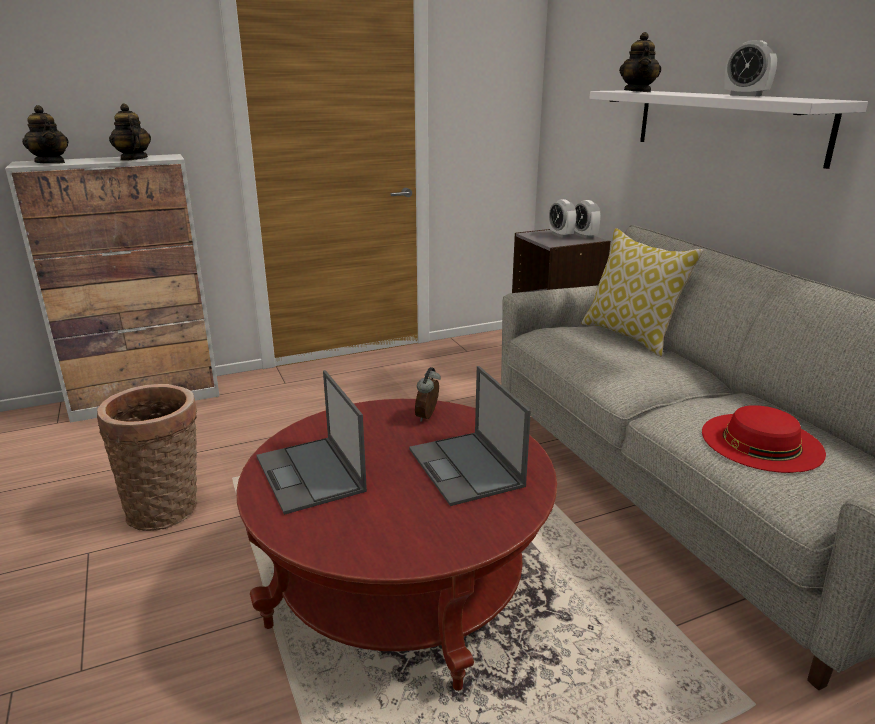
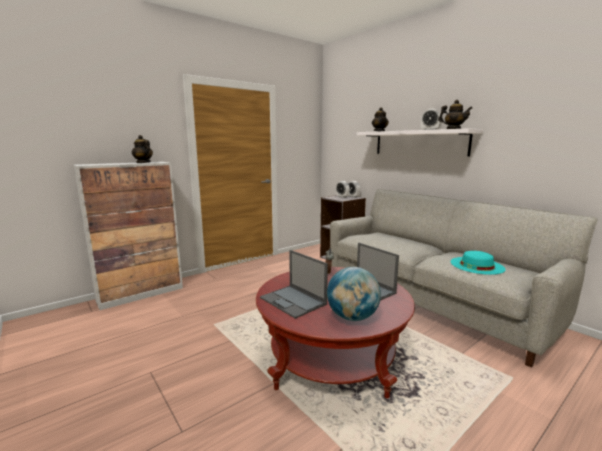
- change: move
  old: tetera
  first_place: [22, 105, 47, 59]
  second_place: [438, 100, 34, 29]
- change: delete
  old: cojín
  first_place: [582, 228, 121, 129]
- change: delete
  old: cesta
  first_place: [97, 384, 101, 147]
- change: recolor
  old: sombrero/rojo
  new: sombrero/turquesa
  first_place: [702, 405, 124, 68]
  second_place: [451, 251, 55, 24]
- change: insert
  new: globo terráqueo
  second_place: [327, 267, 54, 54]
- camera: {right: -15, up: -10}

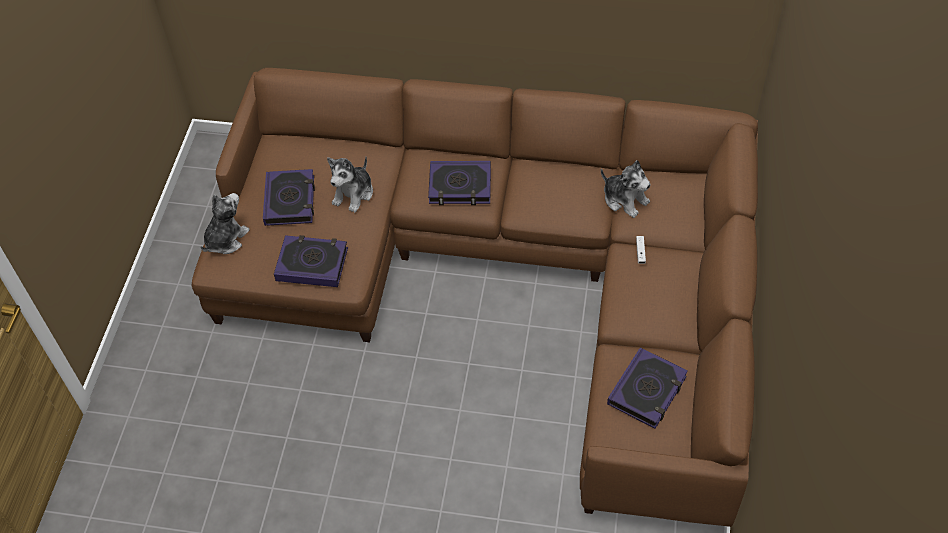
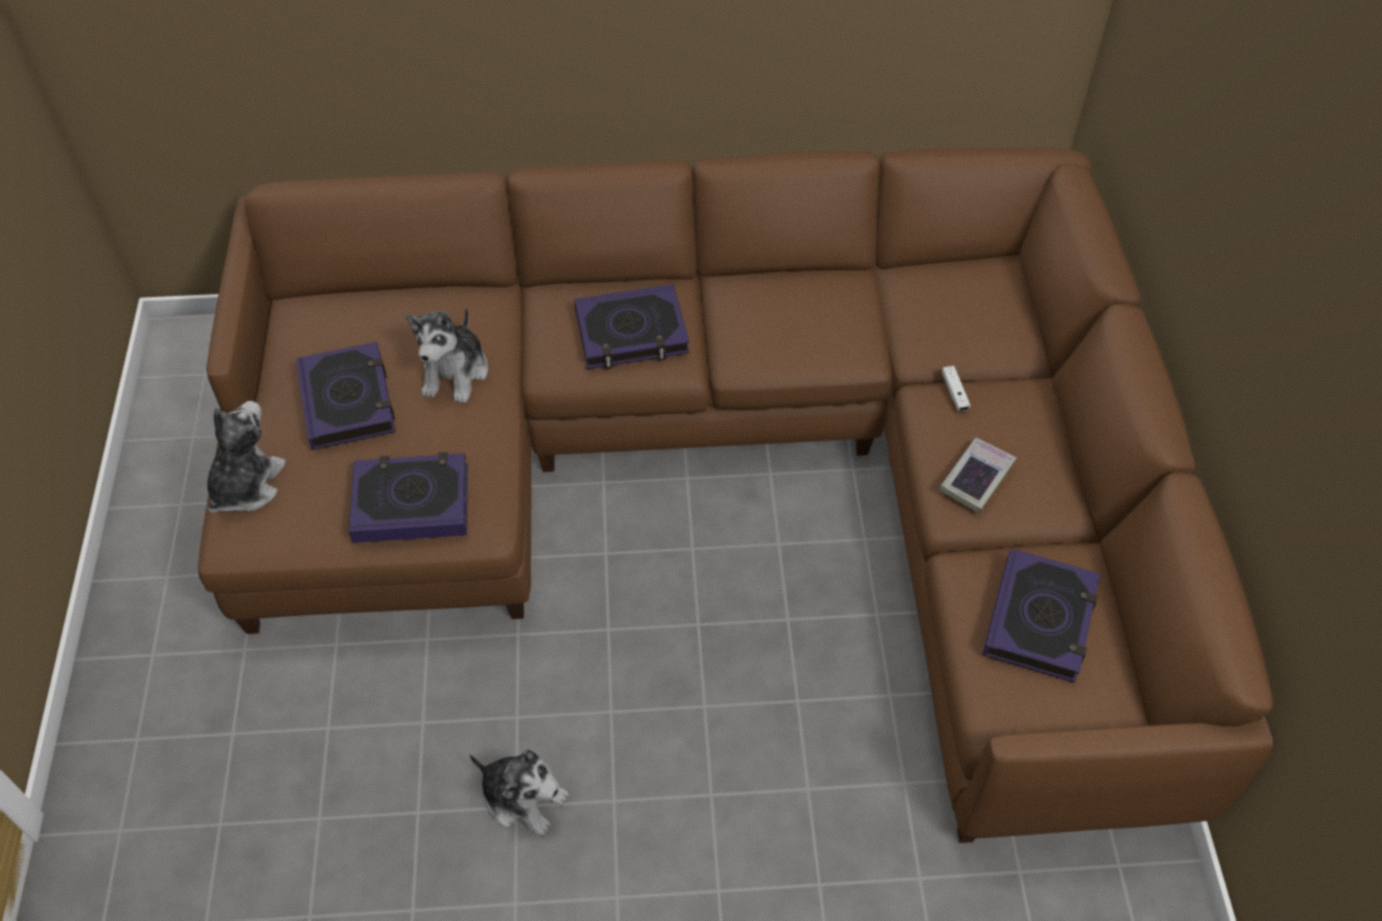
- change: move
  old: peluche
  first_place: [601, 160, 50, 58]
  second_place: [469, 749, 100, 87]
- change: insert
  new: libro
  second_place: [939, 438, 77, 76]
- camera: {right: -15, up: 0}

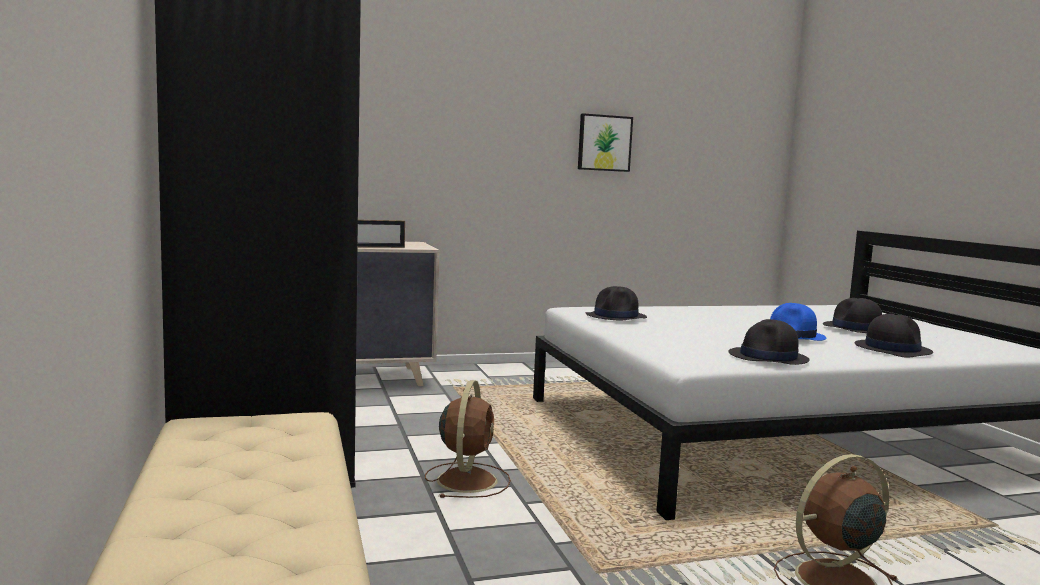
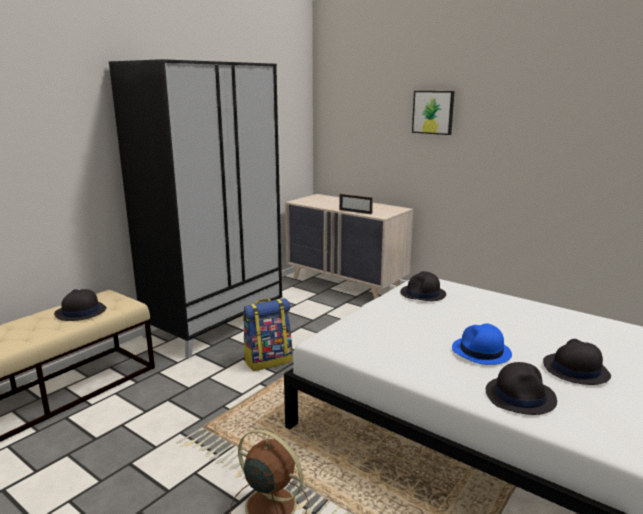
- change: move
  old: cuadro
  first_place: [578, 113, 55, 59]
  second_place: [412, 91, 43, 44]
- change: move
  old: sombrero/negro
  first_place: [728, 319, 82, 46]
  second_place: [54, 289, 53, 32]
- change: replace
  old: ventilador/marrón
  new: mochila
  first_place: [425, 380, 86, 118]
  second_place: [243, 298, 49, 73]
- camera: {right: 55, up: 10}

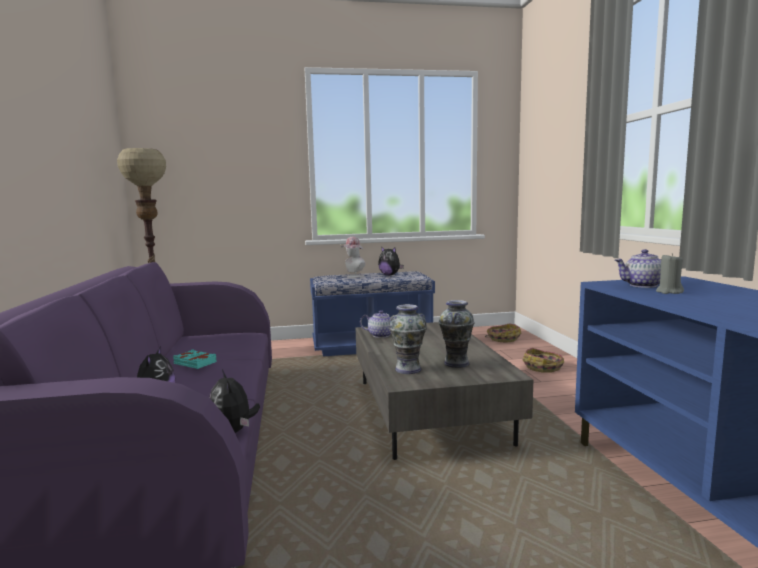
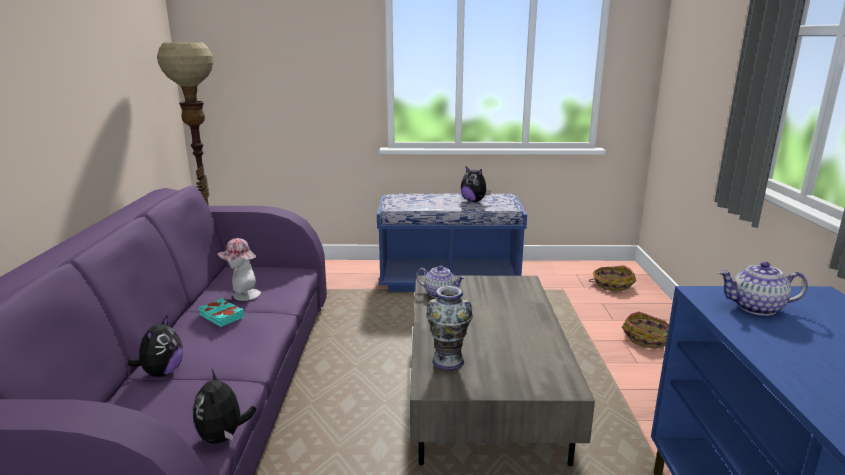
- change: move
  old: sombrero
  first_place: [341, 237, 24, 41]
  second_place: [218, 238, 43, 63]
- change: delete
  old: vela/gris
  first_place: [656, 253, 28, 41]
- change: delete
  old: florero
  first_place: [439, 300, 35, 68]
- camera: {right: 10, up: 10}

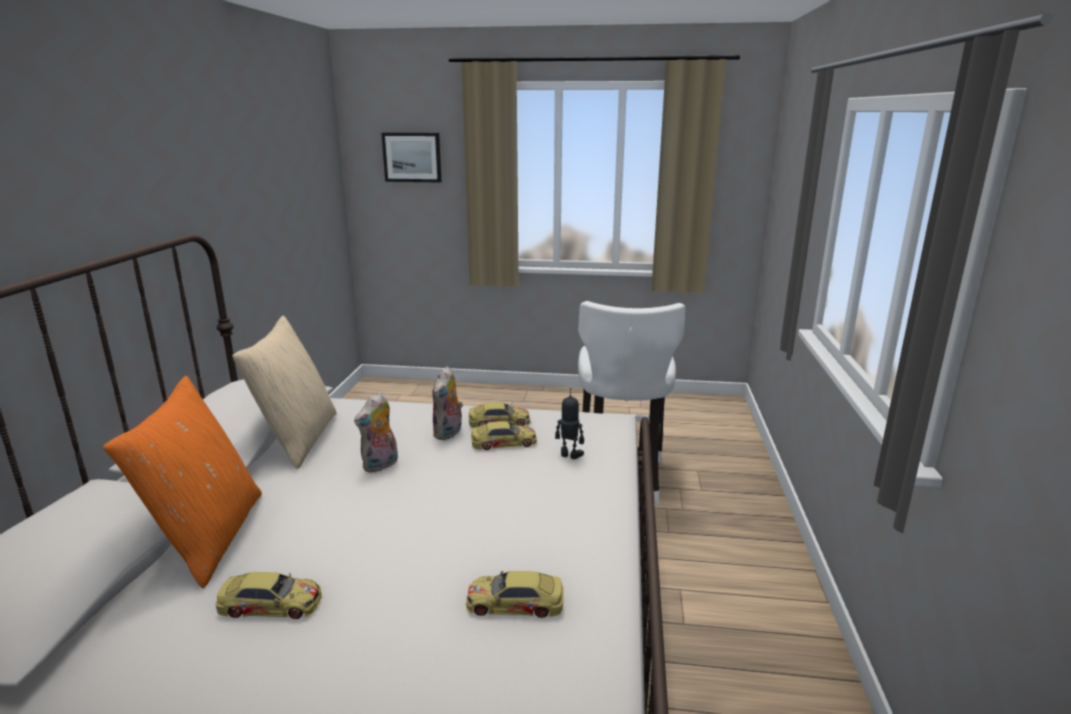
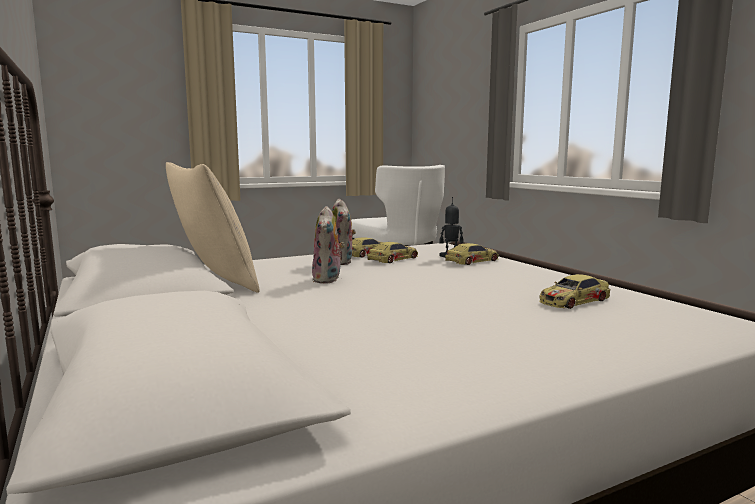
- change: delete
  old: cuadro
  first_place: [381, 133, 61, 49]
- change: delete
  old: cojín/naranja
  first_place: [103, 376, 159, 213]
- change: move
  old: coche de juguete
  first_place: [216, 572, 106, 47]
  second_place: [445, 243, 54, 22]
- camera: {right: -35, up: -10}

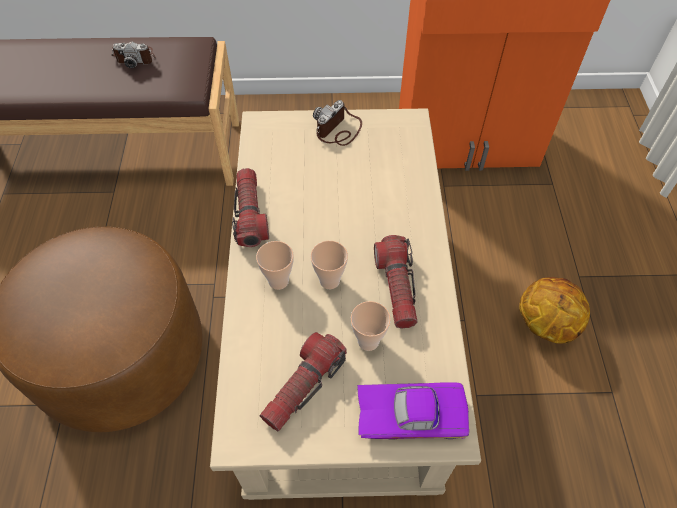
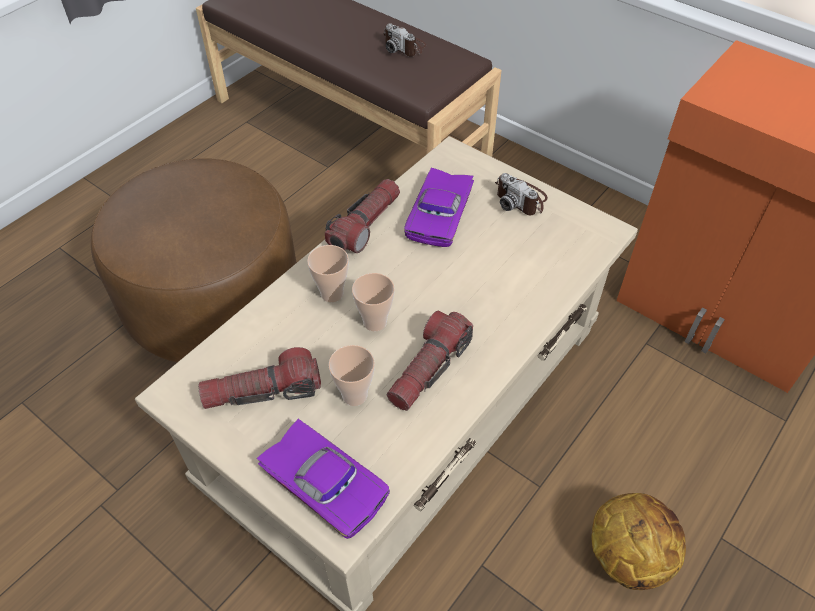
- change: rotate
  old: cámara
  first_place: [313, 100, 49, 46]
  second_place: [495, 173, 53, 42]
  degrees: -120
- change: insert
  new: coche de juguete/morado
  second_place: [404, 168, 70, 79]
- camera: {right: 40, up: -5}

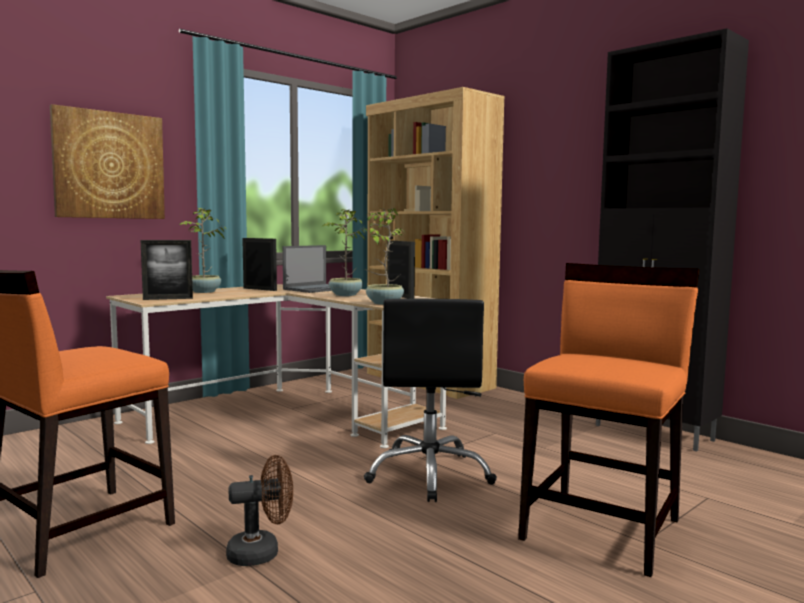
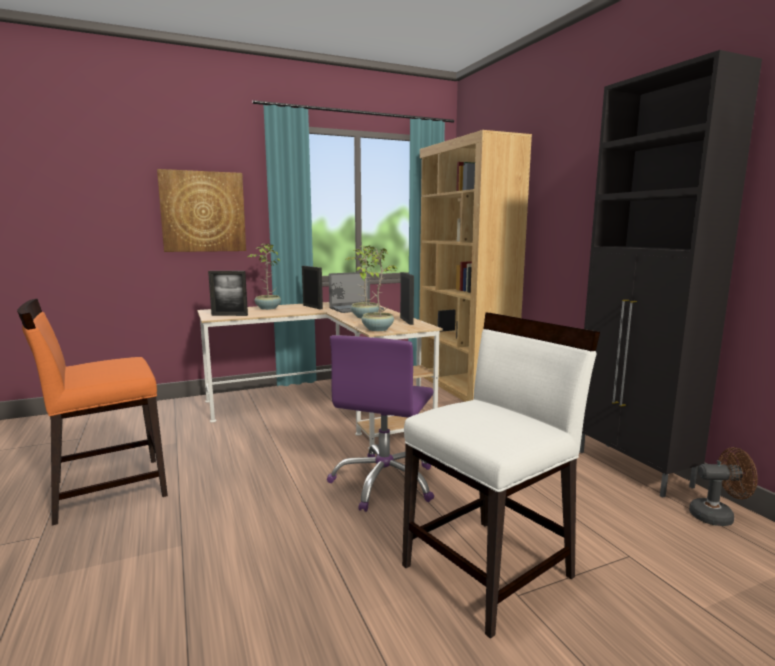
- change: recolor
  old: silla/naranja
  new: silla/blanco
  first_place: [518, 263, 181, 314]
  second_place: [402, 312, 198, 327]
- change: recolor
  old: silla de oficina/negro
  new: silla de oficina/morado
  first_place: [363, 299, 134, 203]
  second_place: [327, 335, 107, 177]
- change: move
  old: ventilador/marrón
  first_place: [226, 455, 67, 111]
  second_place: [689, 447, 69, 79]
- camera: {right: 20, up: 5}

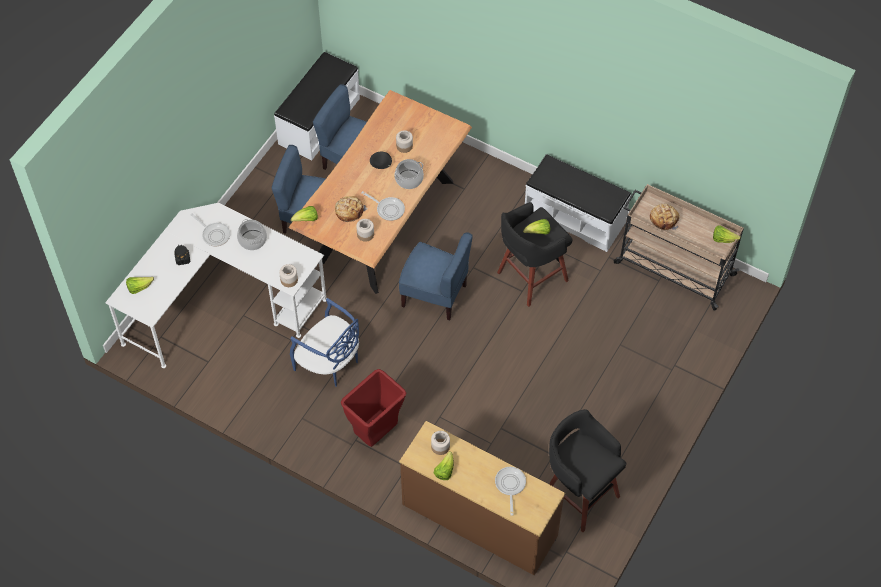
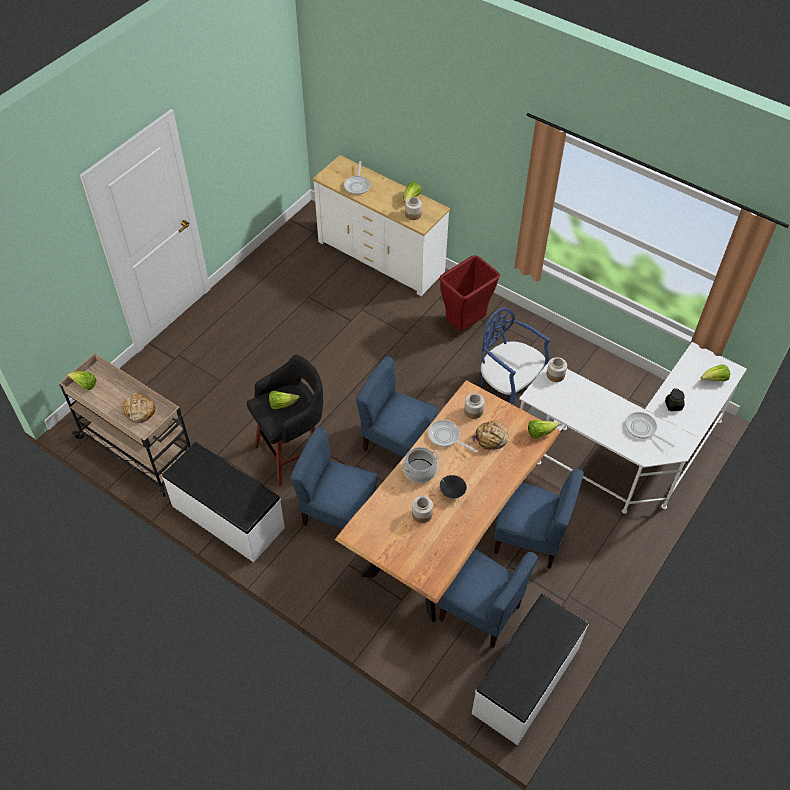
- change: delete
  old: olla
  first_place: [237, 219, 30, 31]
- change: delete
  old: taburete/negro
  first_place: [549, 409, 77, 123]
- change: recolor
  old: cómoda/marrón
  new: cómoda/blanco
  first_place: [399, 421, 166, 155]
  second_place: [313, 155, 137, 141]
- change: insert
  new: silla/azul
  second_place: [290, 427, 87, 102]
- camera: {right: -175, up: -5}

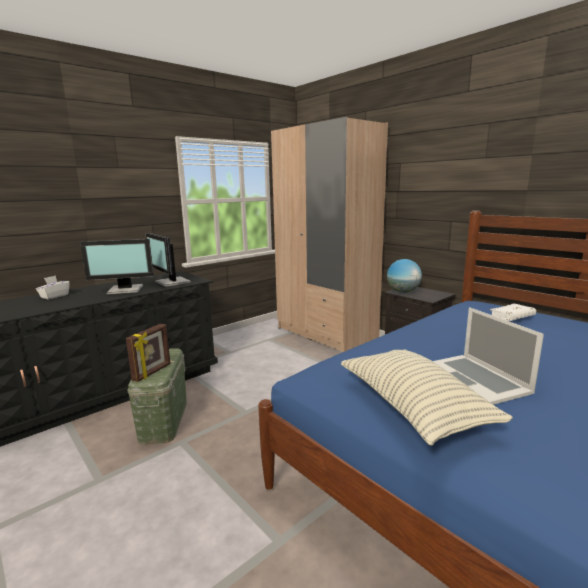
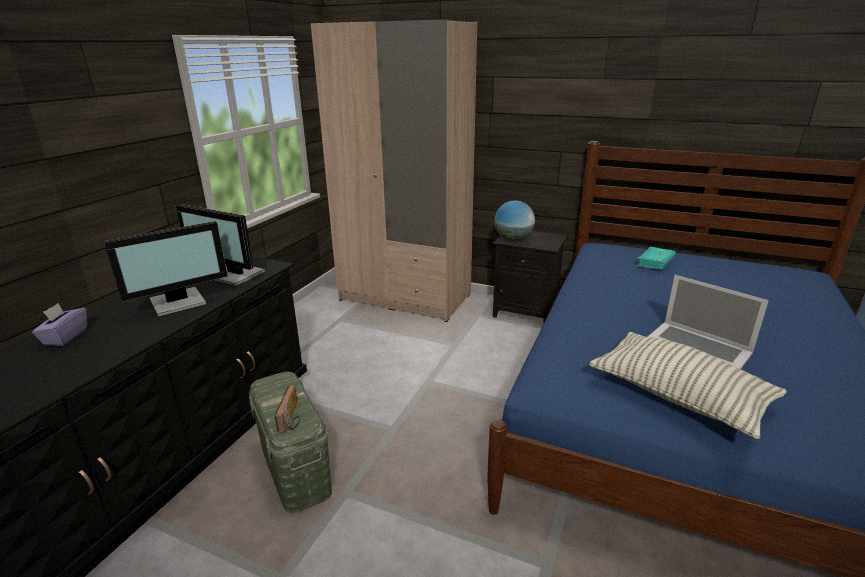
- change: recolor
  old: caja de pañuelos/blanco
  new: caja de pañuelos/morado
  first_place: [36, 275, 34, 24]
  second_place: [32, 303, 55, 43]
- change: recolor
  old: libro/blanco
  new: libro/turquesa
  first_place: [489, 304, 47, 17]
  second_place: [636, 247, 40, 22]
- change: replace
  old: portarretratos
  new: radio
  first_place: [126, 324, 45, 58]
  second_place: [275, 385, 25, 47]
- camera: {right: -25, up: 10}

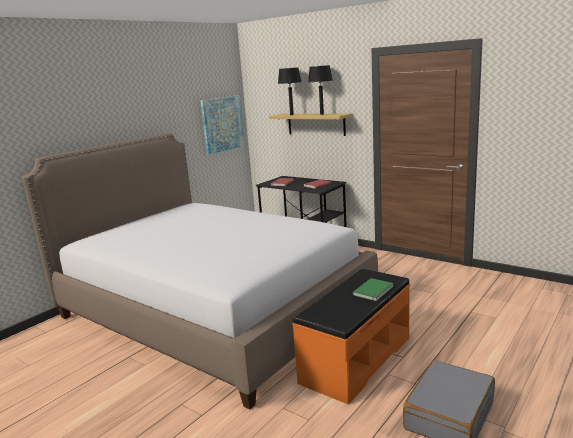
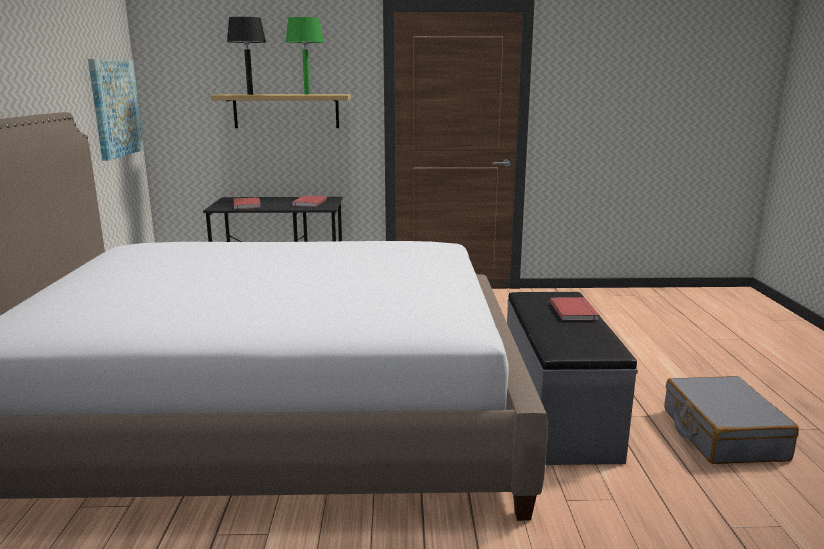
- change: recolor
  old: lámpara de mesa/negro
  new: lámpara de mesa/verde
  first_place: [308, 65, 25, 50]
  second_place: [286, 17, 38, 78]
- change: recolor
  old: banco/naranja
  new: banco/gris
  first_place: [293, 269, 117, 136]
  second_place: [507, 292, 131, 173]
- change: recolor
  old: libro/verde
  new: libro/rojo
  first_place: [353, 278, 41, 23]
  second_place: [550, 297, 50, 24]
- camera: {right: -40, up: 0}

